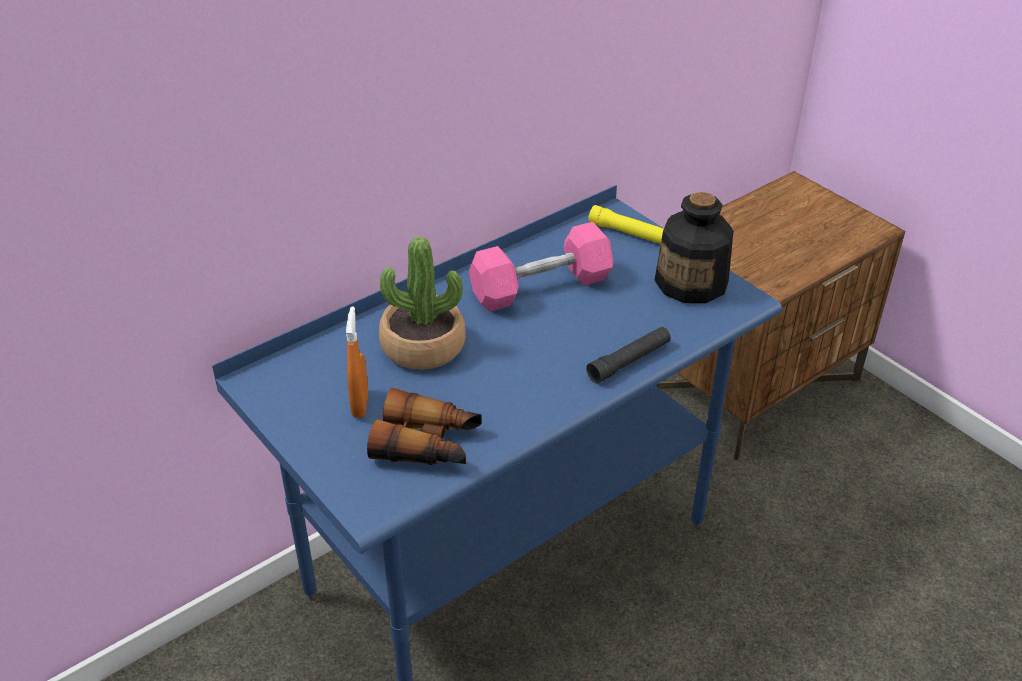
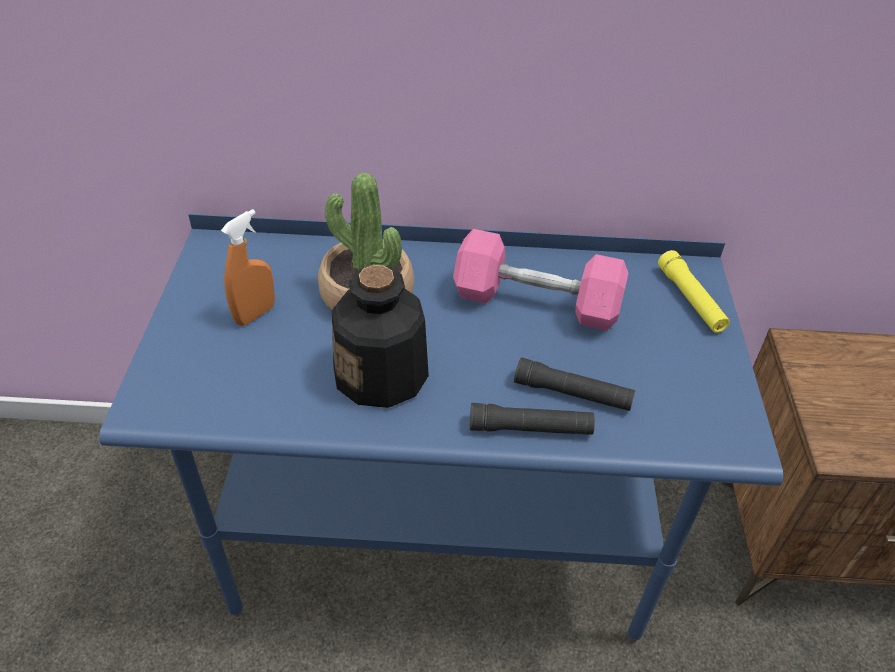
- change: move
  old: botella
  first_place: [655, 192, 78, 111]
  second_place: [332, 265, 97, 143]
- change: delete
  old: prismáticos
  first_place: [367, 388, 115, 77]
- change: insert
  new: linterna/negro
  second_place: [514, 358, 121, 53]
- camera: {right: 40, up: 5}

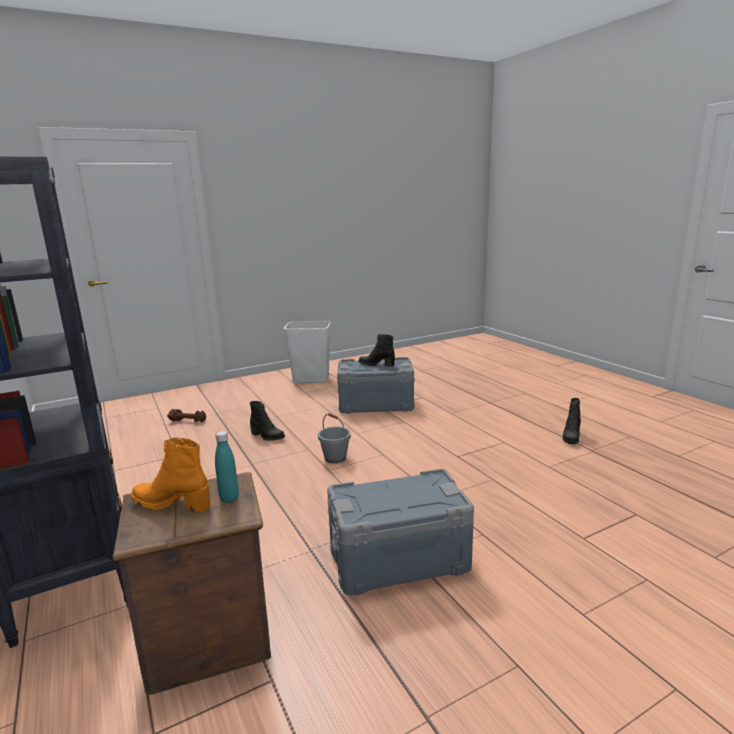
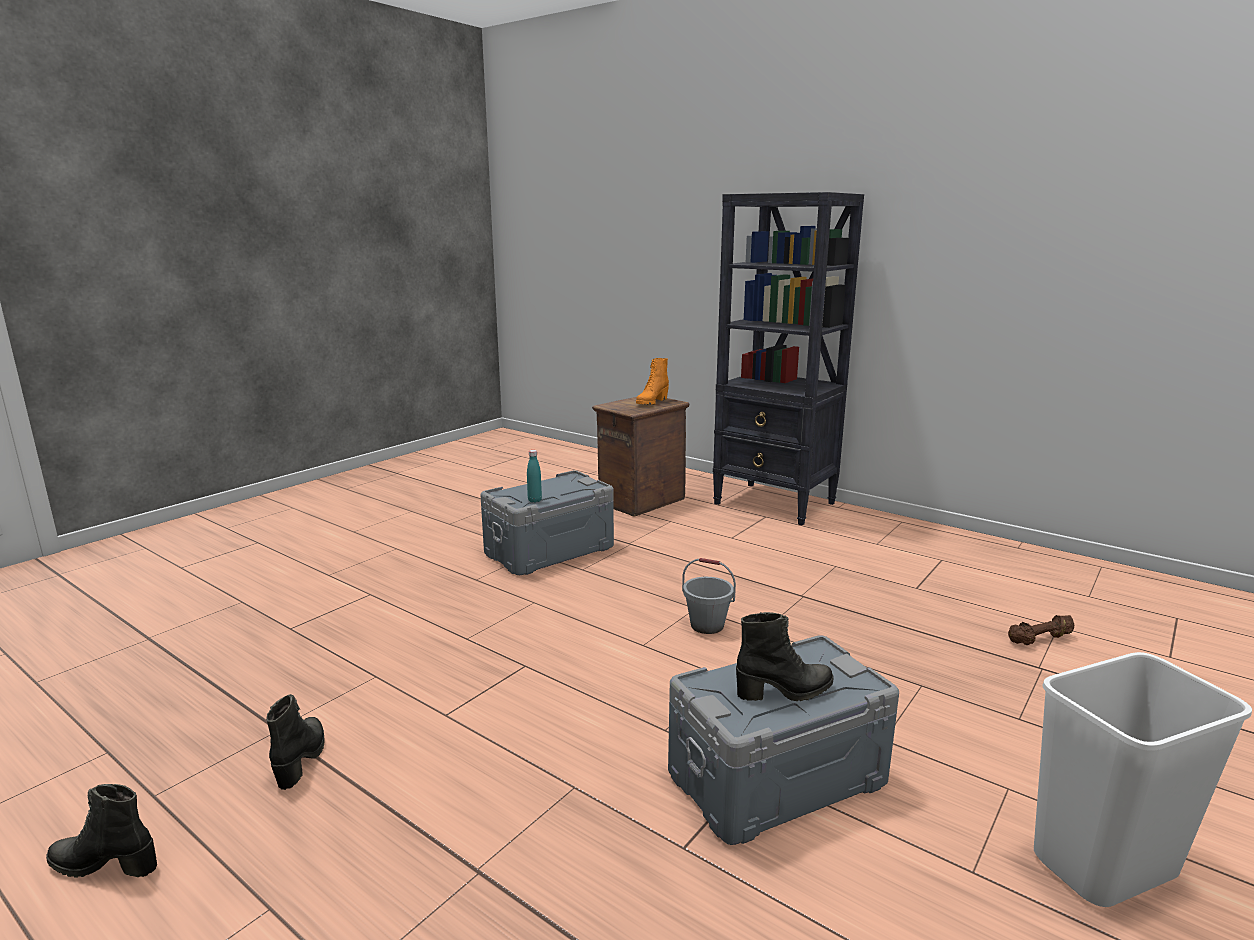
- change: move
  old: bota/negro
  first_place: [250, 401, 35, 40]
  second_place: [46, 784, 111, 94]
- change: move
  old: botella/turquesa
  first_place: [215, 431, 24, 72]
  second_place: [527, 450, 15, 53]
- change: rotate
  old: bota/naranja
  first_place: [131, 438, 80, 74]
  second_place: [636, 358, 33, 47]
  degrees: 135
- camera: {right: 155, up: 0}

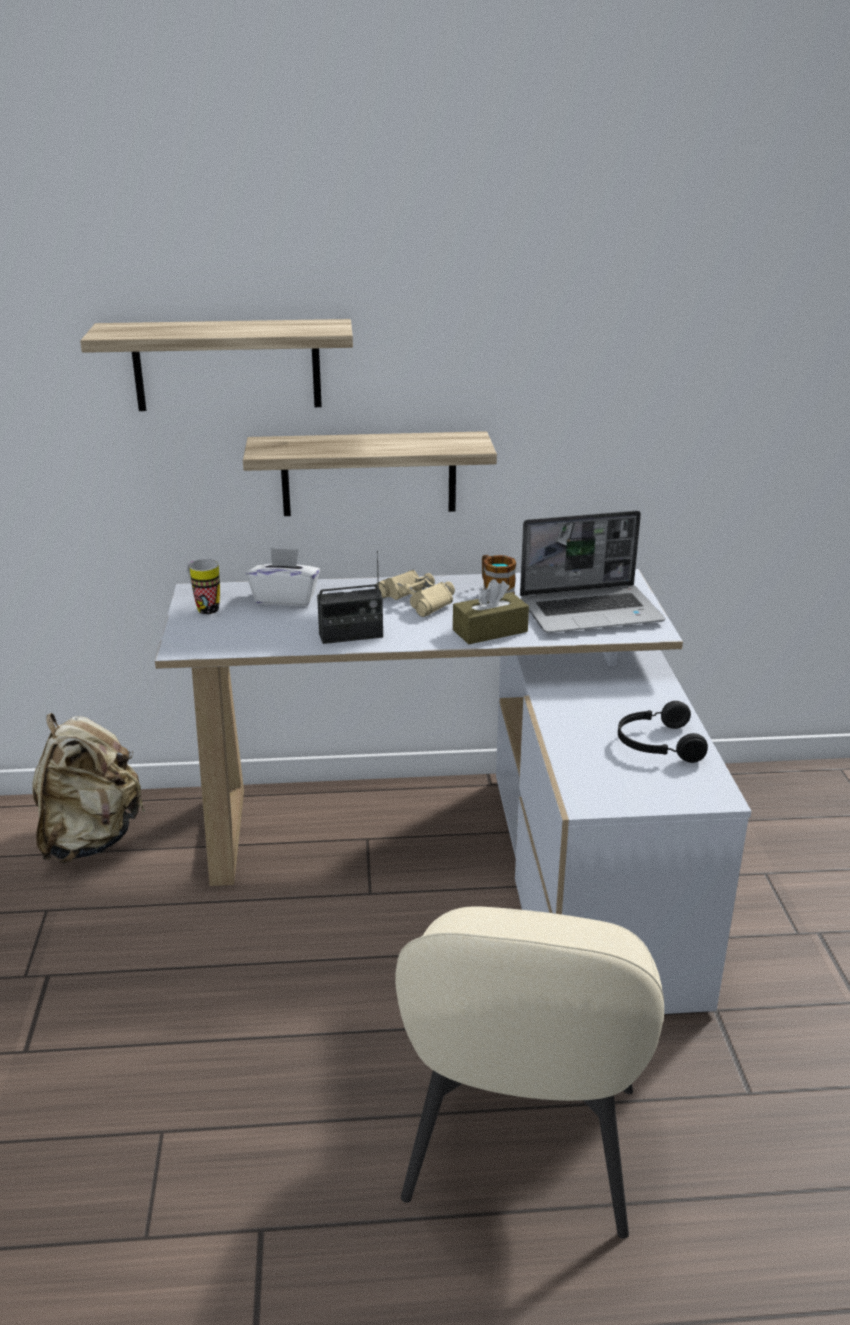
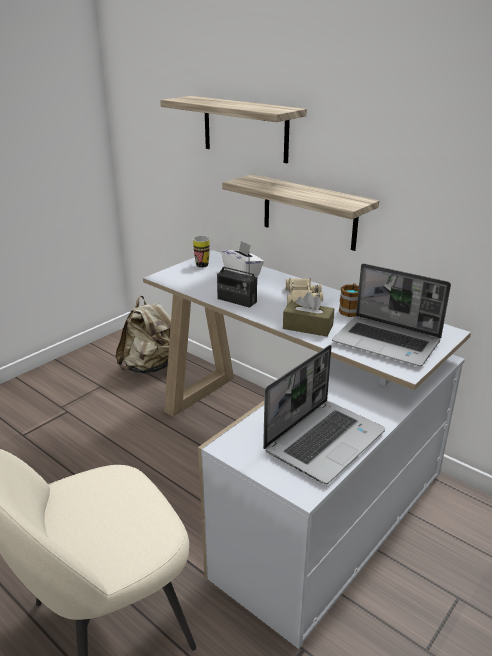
- change: replace
  old: auriculares/negro
  new: portátil
  first_place: [618, 701, 90, 62]
  second_place: [263, 345, 122, 139]
- camera: {right: 45, up: 0}

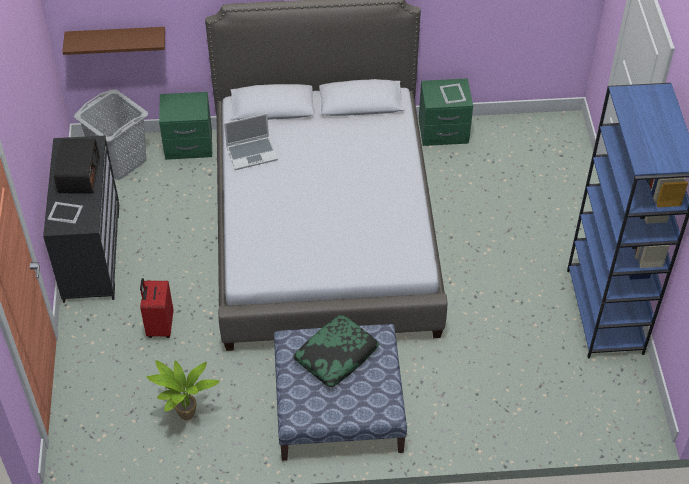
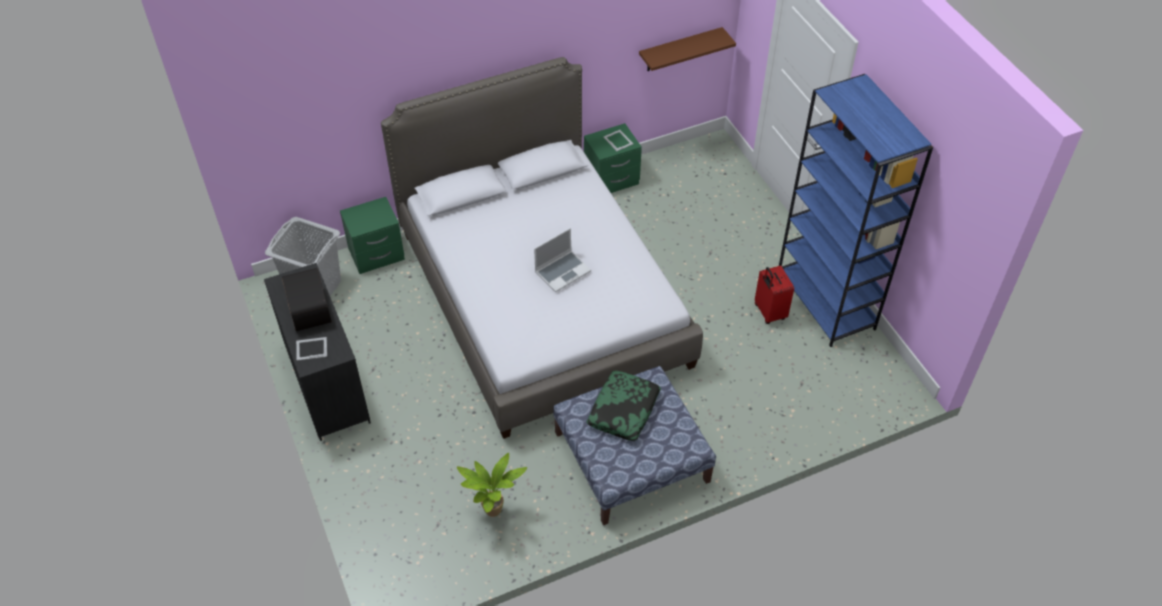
- change: move
  old: estante/marrón
  first_place: [63, 27, 102, 28]
  second_place: [639, 27, 97, 44]
- change: move
  old: portátil
  first_place: [224, 113, 54, 57]
  second_place: [534, 228, 57, 64]
- change: move
  old: maleta/rojo
  first_place: [140, 278, 33, 60]
  second_place: [755, 265, 39, 59]
- camera: {right: -20, up: 0}

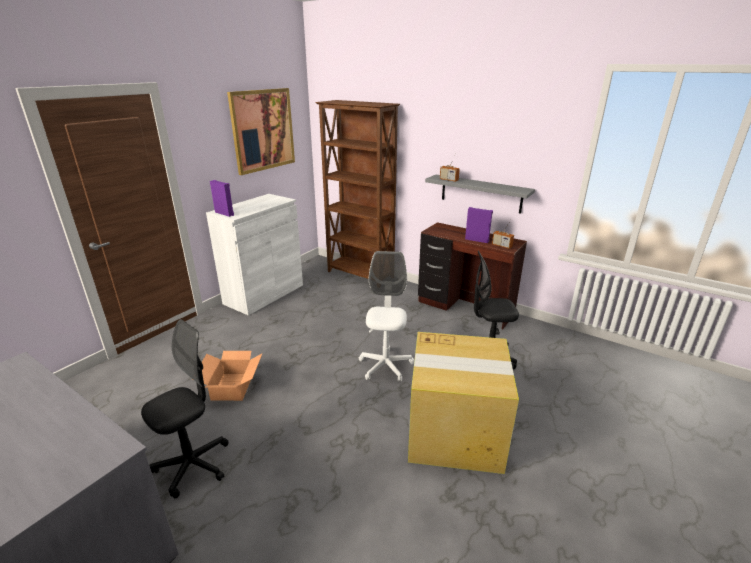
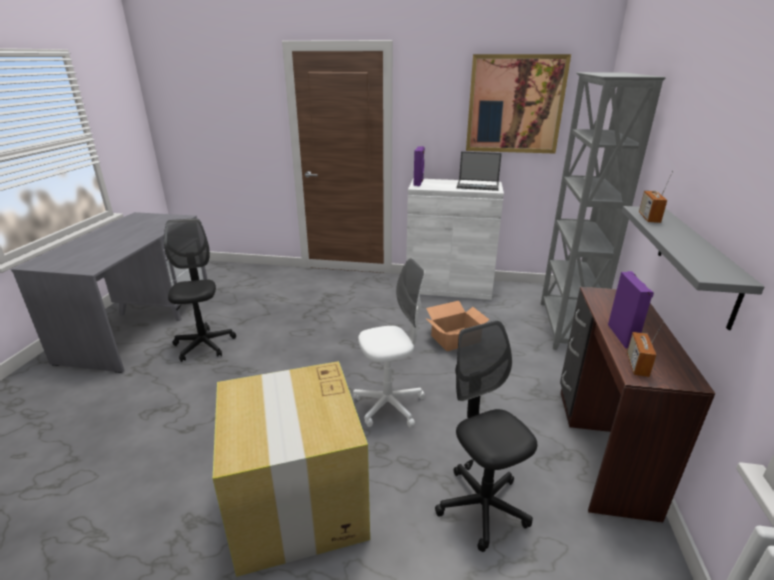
- change: recolor
  old: estantería/marrón
  new: estantería/gris
  first_place: [315, 100, 85, 179]
  second_place: [541, 72, 125, 278]
- change: rotate
  old: silla de oficina/negro
  first_place: [141, 319, 88, 179]
  second_place: [164, 218, 72, 144]
  degrees: -120
- change: move
  old: caja de cartón
  first_place: [202, 351, 60, 50]
  second_place: [425, 301, 64, 50]
- change: insert
  new: portátil
  second_place: [457, 151, 45, 40]
- camera: {right: 65, up: 0}

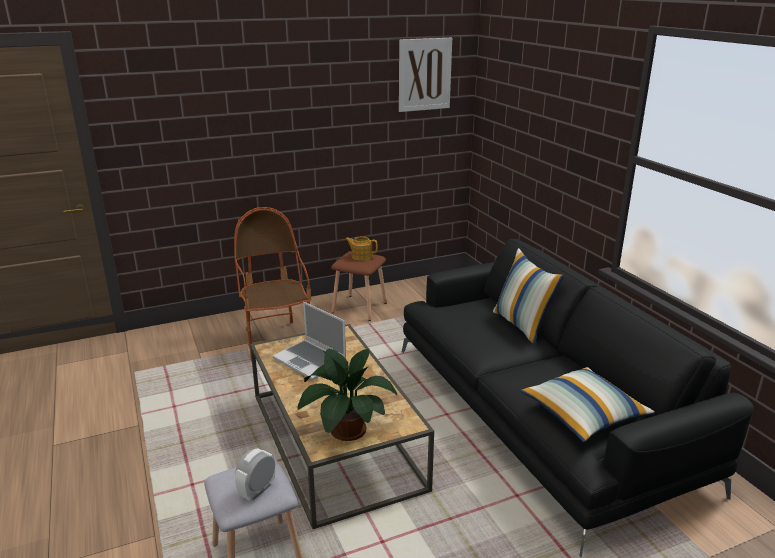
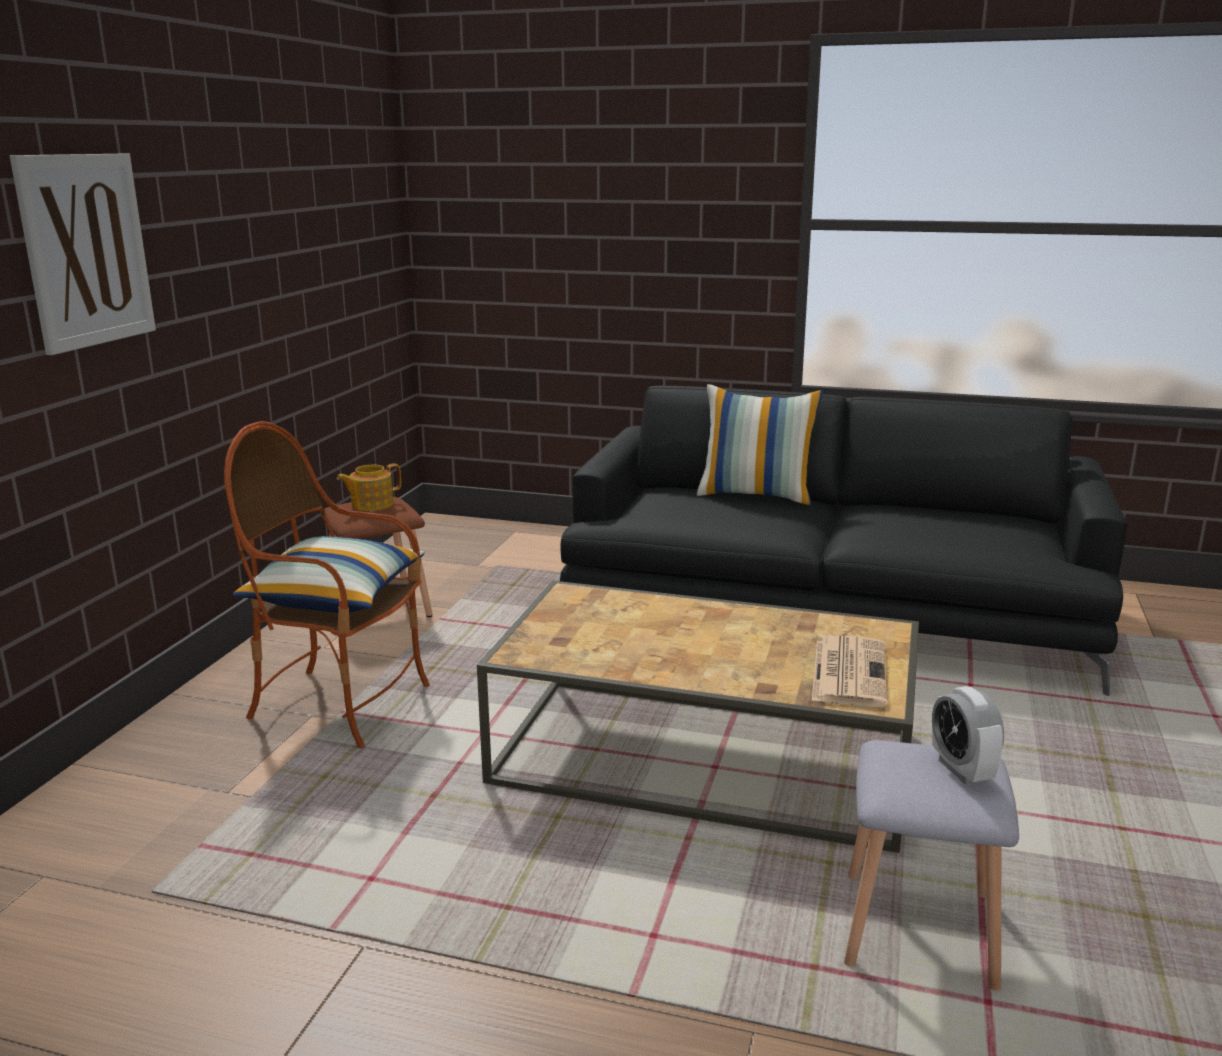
- change: move
  old: cuadro
  first_place: [399, 38, 53, 74]
  second_place: [10, 154, 146, 201]
- change: delete
  old: portátil
  first_place: [273, 302, 73, 78]
- change: replace
  old: planta en maceta
  new: periódico
  first_place: [297, 349, 100, 92]
  second_place: [812, 635, 75, 72]
- change: move
  old: cojín
  first_place: [520, 367, 135, 75]
  second_place: [233, 536, 192, 77]
- camera: {right: -50, up: -5}

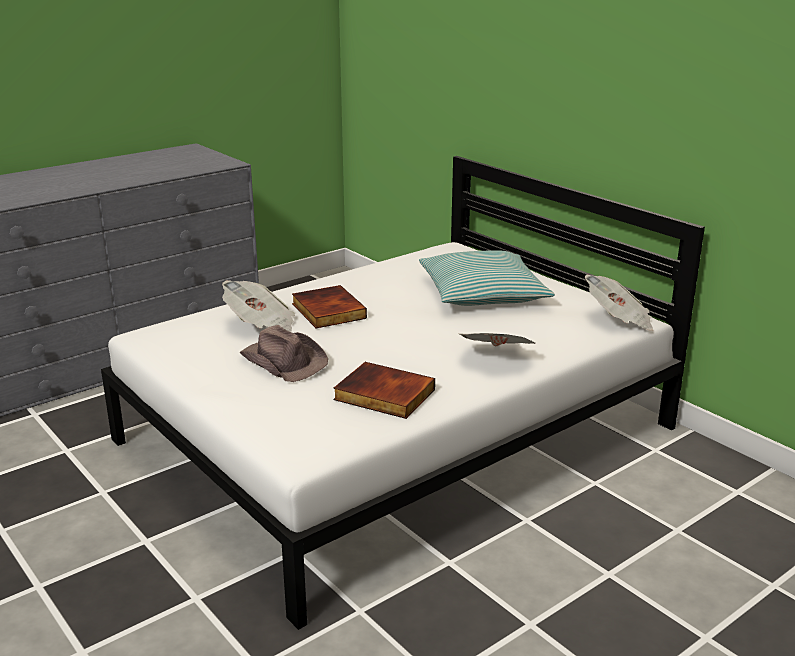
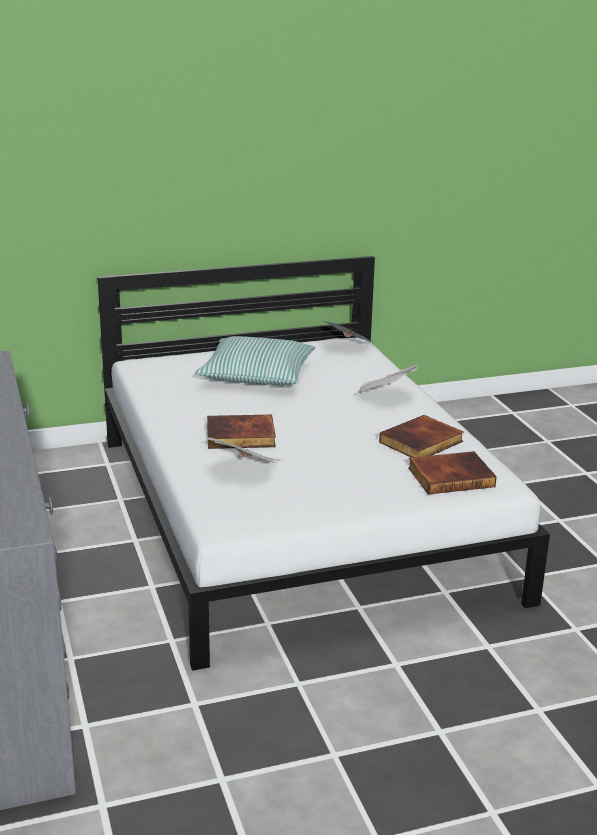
- change: delete
  old: sombrero/marrón
  first_place: [239, 325, 89, 57]
- change: insert
  new: libro
  second_place: [408, 451, 89, 43]
- camera: {right: -70, up: 0}

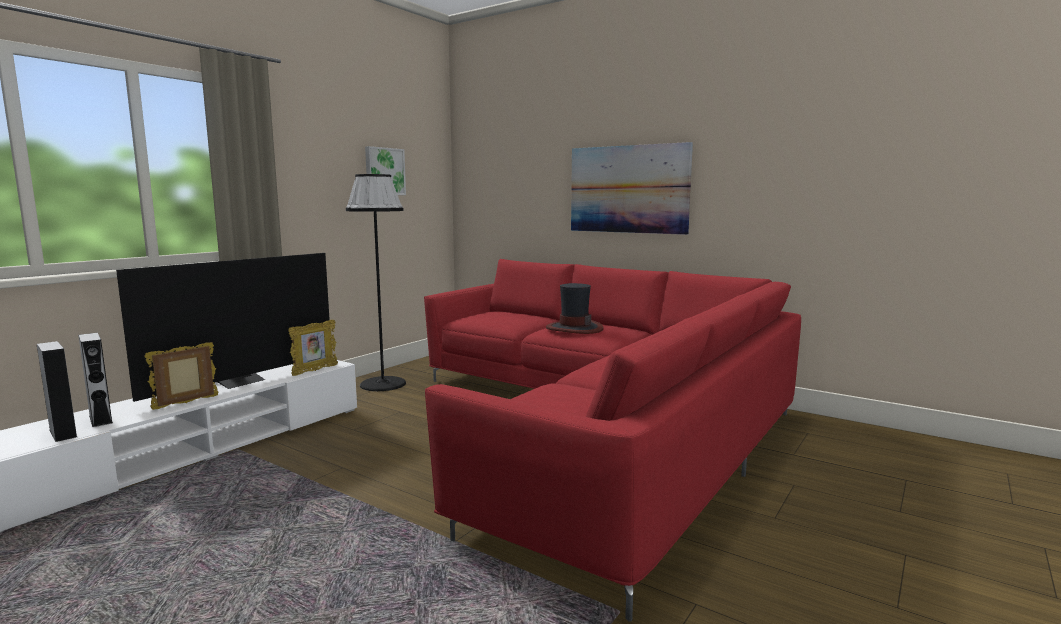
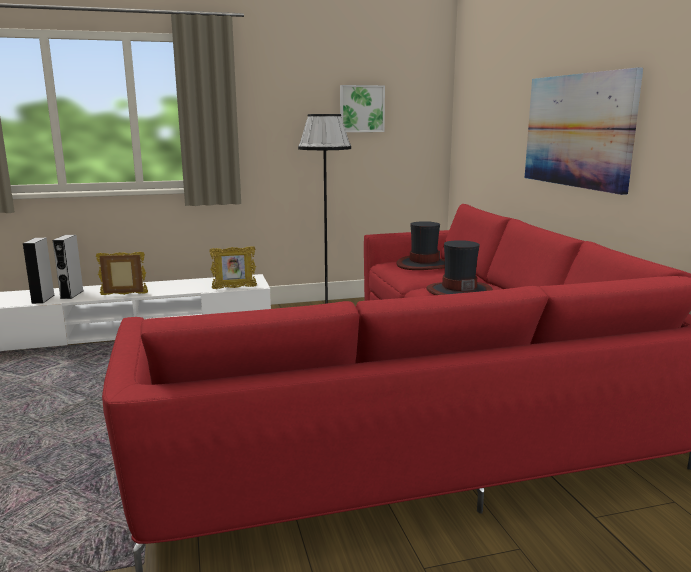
- change: delete
  old: televisor
  first_place: [116, 253, 214, 149]
- change: insert
  new: sombrero
  second_place: [396, 221, 49, 49]
- camera: {right: 40, up: 5}

